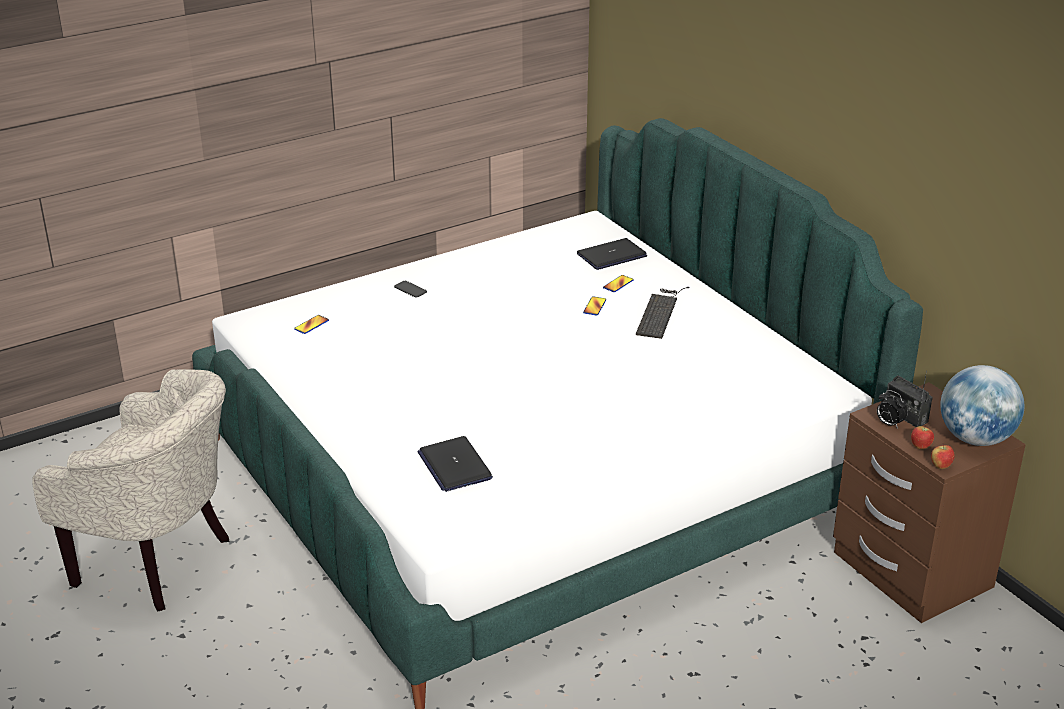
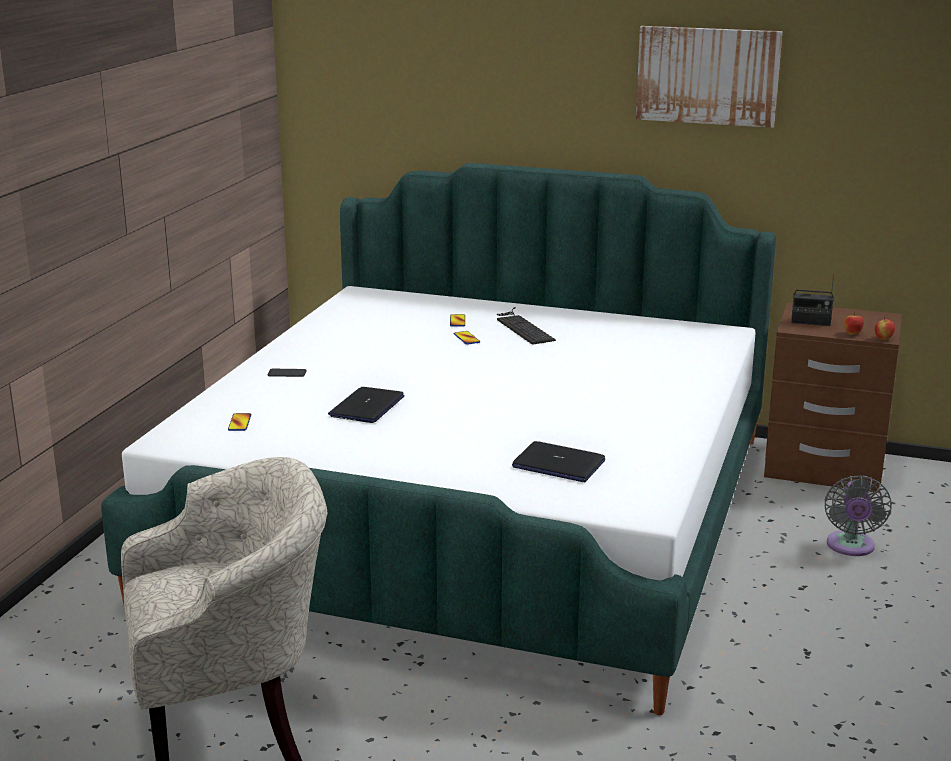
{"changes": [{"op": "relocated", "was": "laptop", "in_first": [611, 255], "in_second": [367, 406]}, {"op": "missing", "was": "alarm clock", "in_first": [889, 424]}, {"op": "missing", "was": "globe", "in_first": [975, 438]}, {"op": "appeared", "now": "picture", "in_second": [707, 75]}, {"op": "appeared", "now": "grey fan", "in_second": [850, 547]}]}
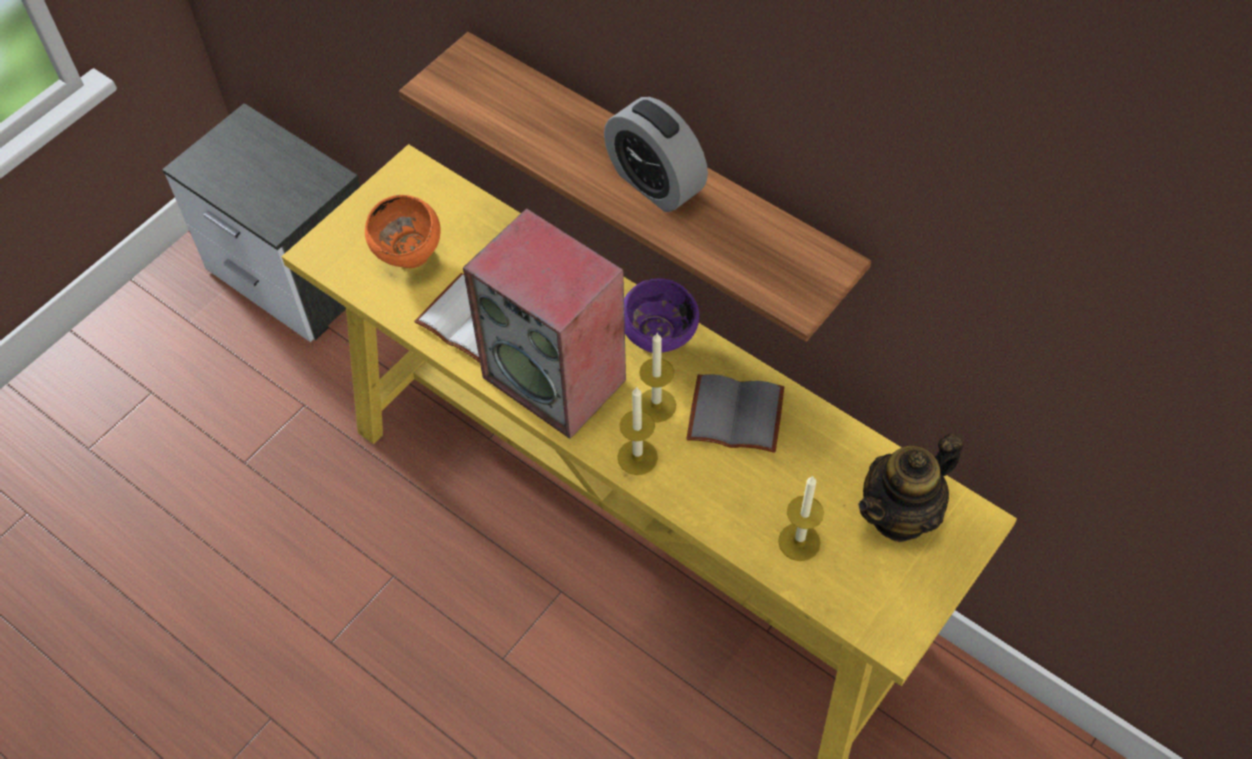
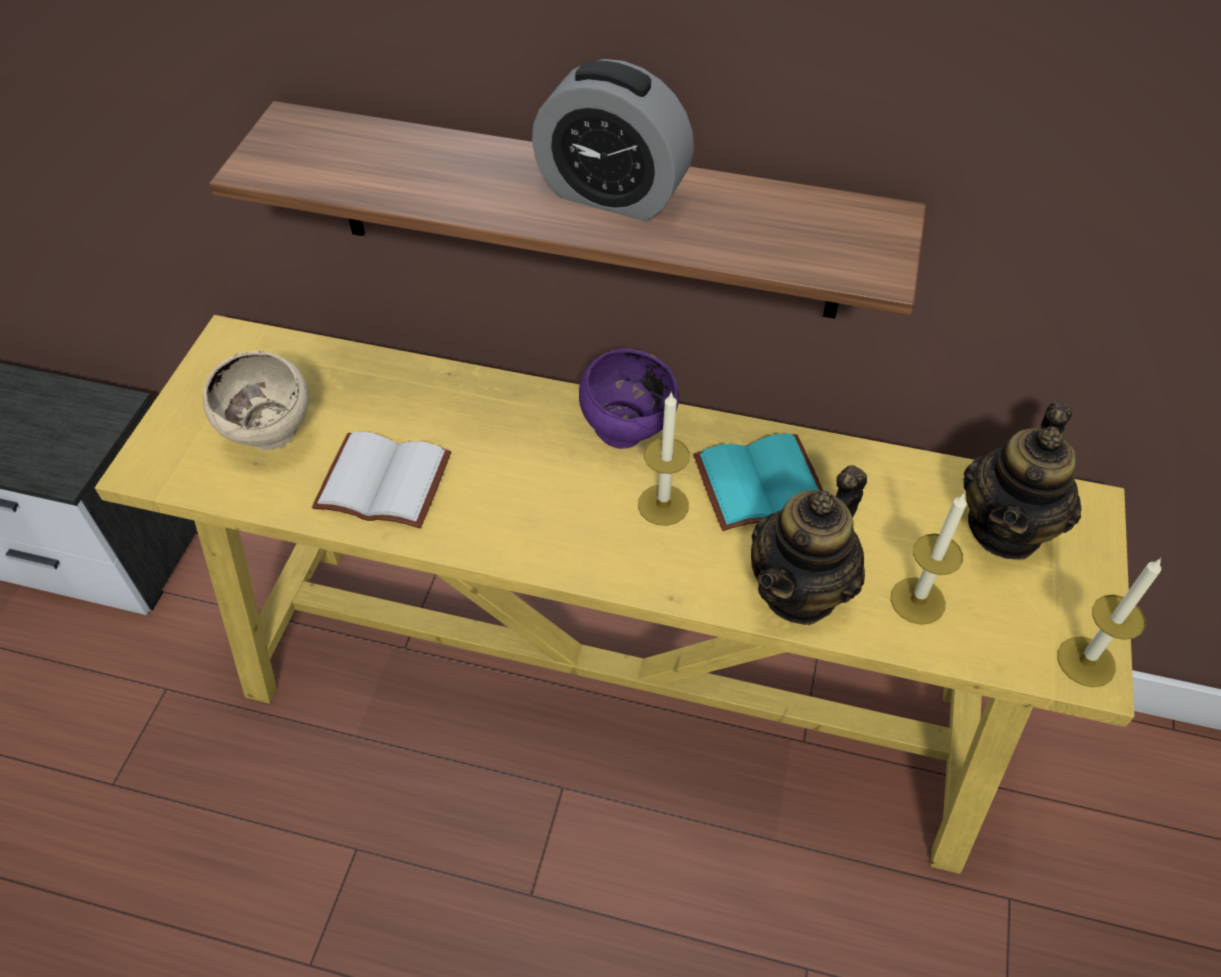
{"changes": [{"op": "colour", "was": "orange bowl", "now": "beige bowl", "in_first": [410, 258], "in_second": [273, 437]}, {"op": "missing", "was": "speaker", "in_first": [557, 378]}, {"op": "relocated", "was": "candle", "in_first": [637, 457], "in_second": [1086, 661]}, {"op": "colour", "was": "grey book", "now": "turquoise book", "in_first": [737, 413], "in_second": [761, 481]}, {"op": "appeared", "now": "teapot", "in_second": [800, 590]}]}
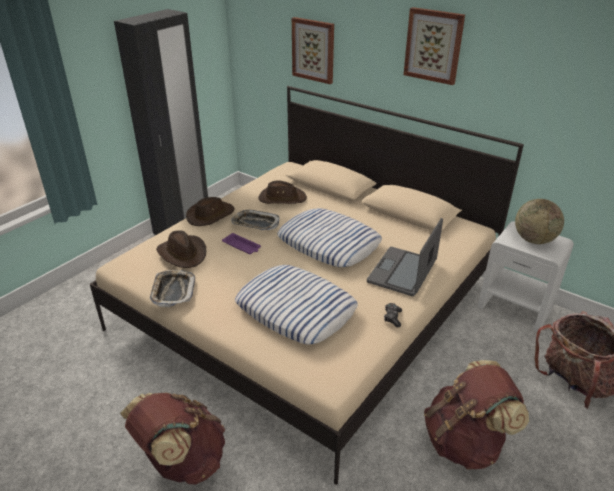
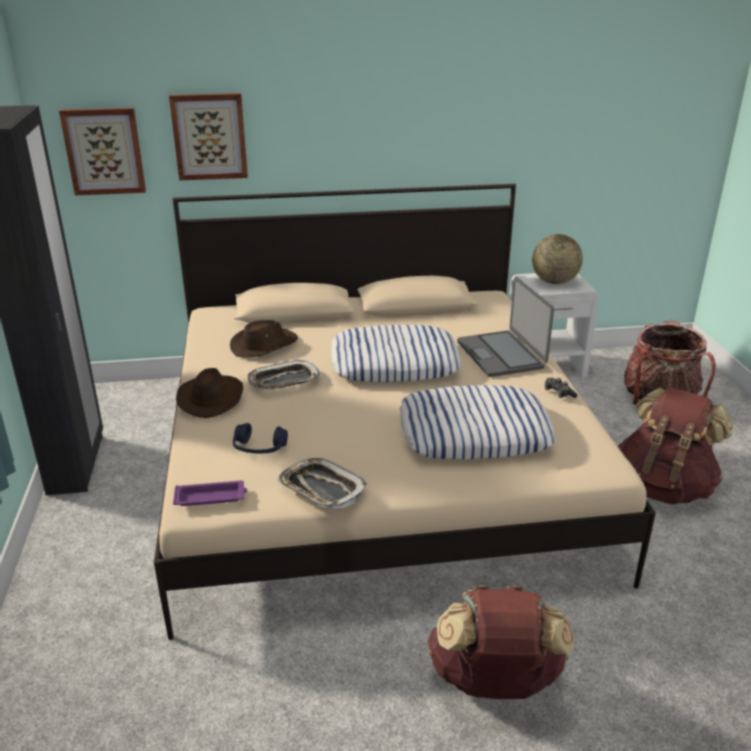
{"changes": [{"op": "exchanged", "was": "brown hat", "now": "blue headphones", "in_first": [183, 253], "in_second": [259, 448]}, {"op": "relocated", "was": "purple tray", "in_first": [242, 246], "in_second": [211, 497]}, {"op": "relocated", "was": "picture", "in_first": [433, 45], "in_second": [104, 151]}]}
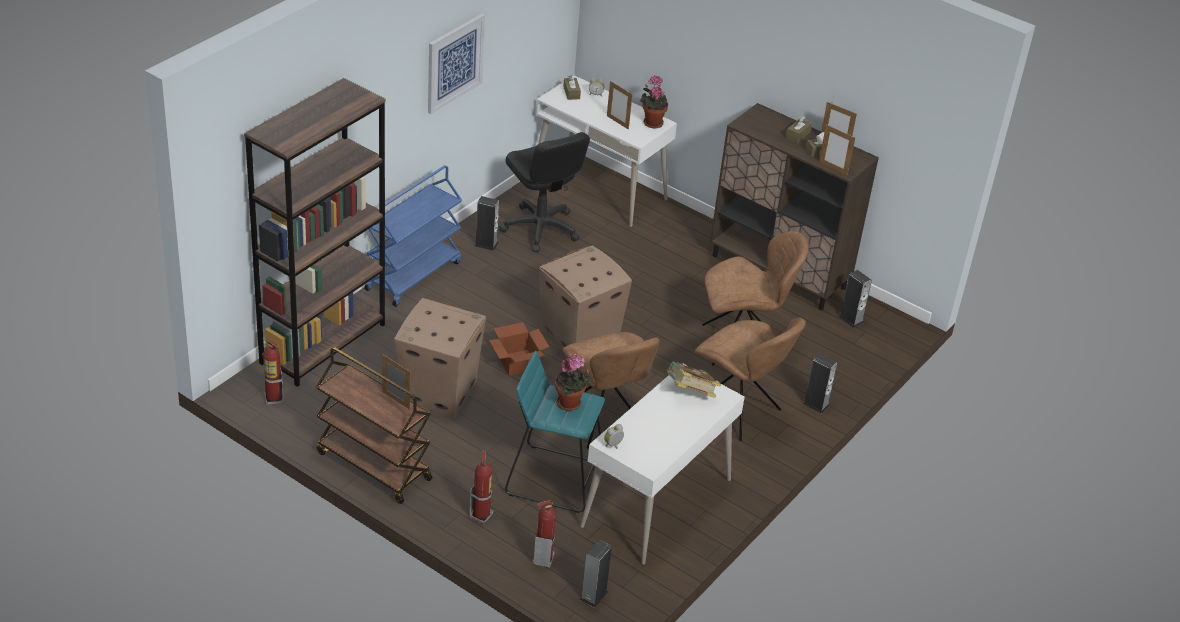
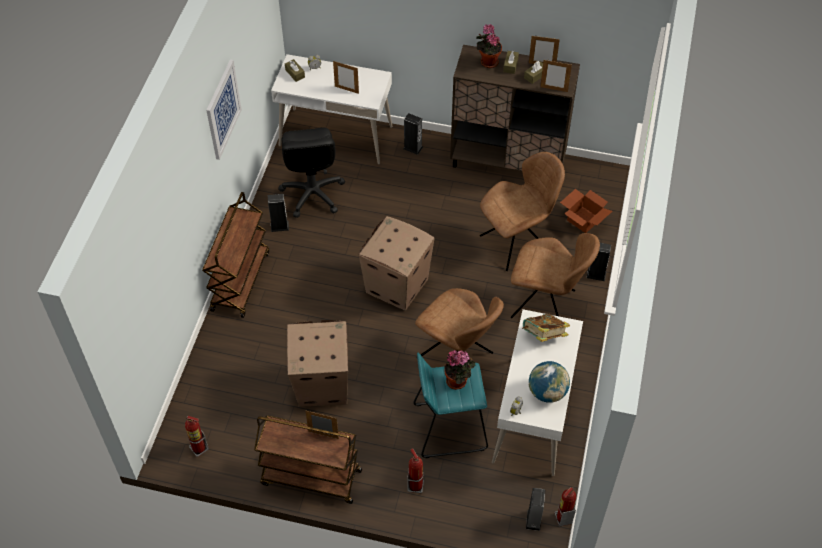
{"changes": [{"op": "missing", "was": "brown bookcase", "in_first": [323, 343]}, {"op": "colour", "was": "blue cart", "now": "brown cart", "in_first": [413, 275], "in_second": [240, 280]}, {"op": "relocated", "was": "cardboard box", "in_first": [518, 361], "in_second": [583, 219]}, {"op": "spun", "was": "black office chair", "in_first": [540, 228], "in_second": [312, 194], "clockwise": 45}, {"op": "relocated", "was": "fire extinguisher", "in_first": [542, 559], "in_second": [563, 518]}, {"op": "relocated", "was": "potted plant", "in_first": [652, 122], "in_second": [488, 61]}, {"op": "relocated", "was": "speaker", "in_first": [851, 319], "in_second": [413, 148]}, {"op": "appeared", "now": "globe", "in_second": [547, 392]}]}
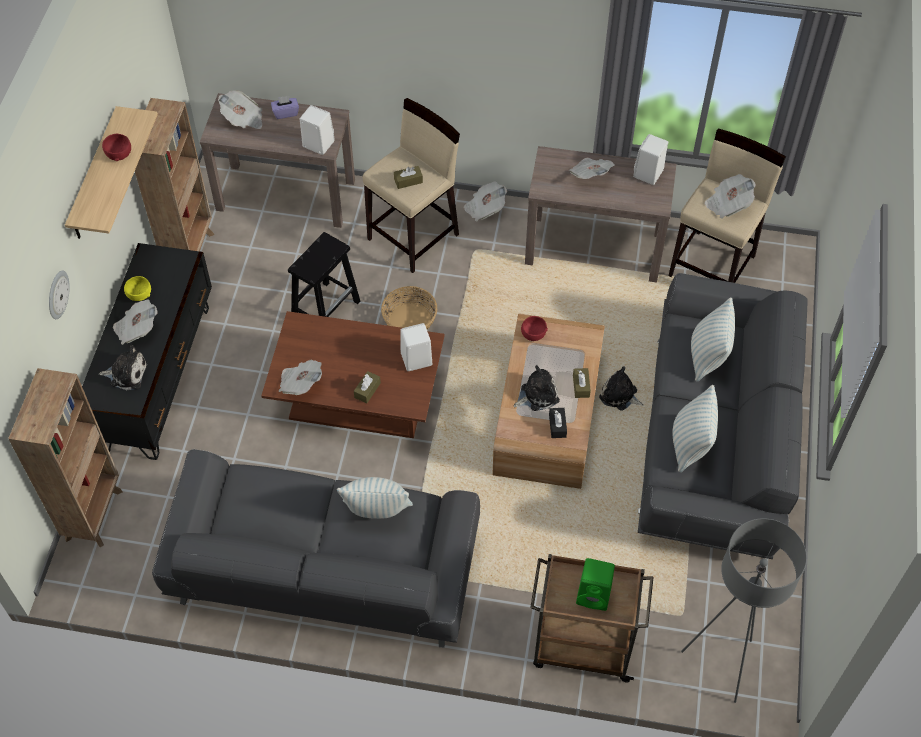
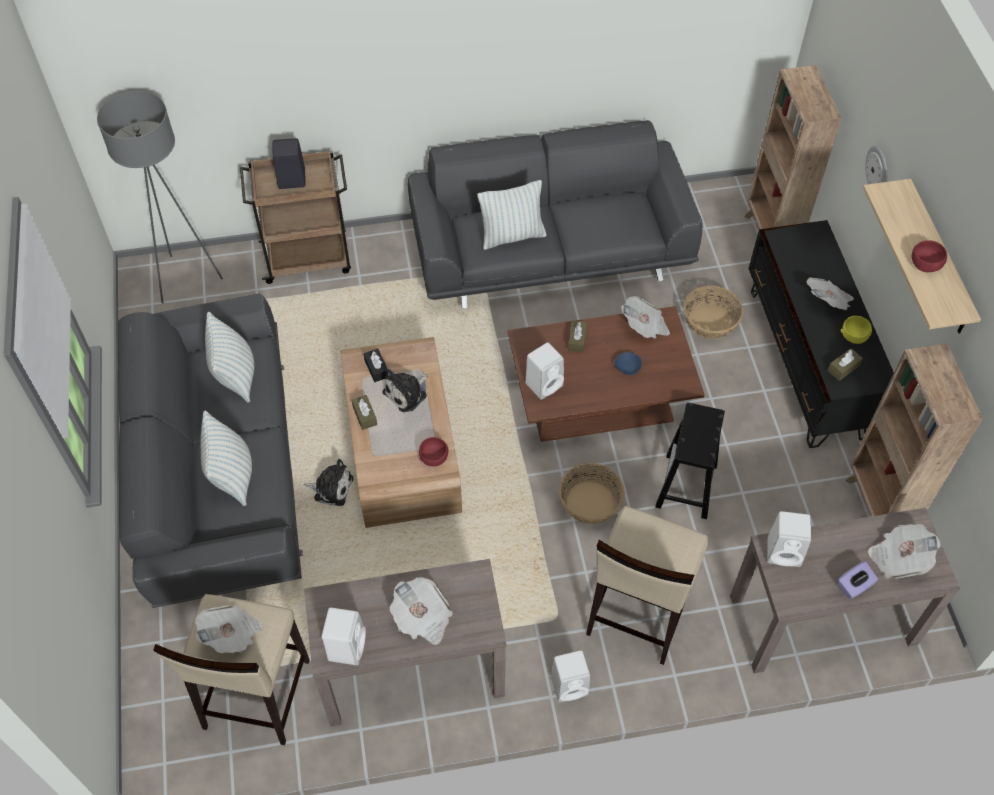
{"changes": [{"op": "missing", "was": "plush toy", "in_first": [126, 373]}, {"op": "relocated", "was": "brown tissue box", "in_first": [408, 181], "in_second": [843, 368]}, {"op": "exchanged", "was": "newspaper", "now": "white speaker", "in_first": [484, 208], "in_second": [570, 685]}, {"op": "colour", "was": "green speaker", "now": "black speaker", "in_first": [595, 595], "in_second": [290, 180]}, {"op": "appeared", "now": "blue bowl", "in_second": [627, 367]}, {"op": "appeared", "now": "basket", "in_second": [710, 321]}]}
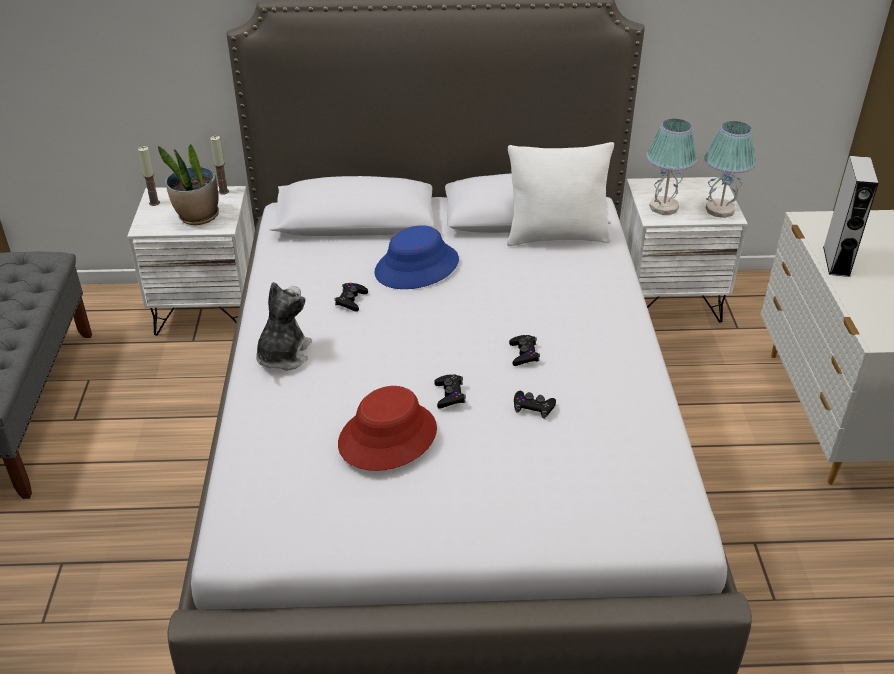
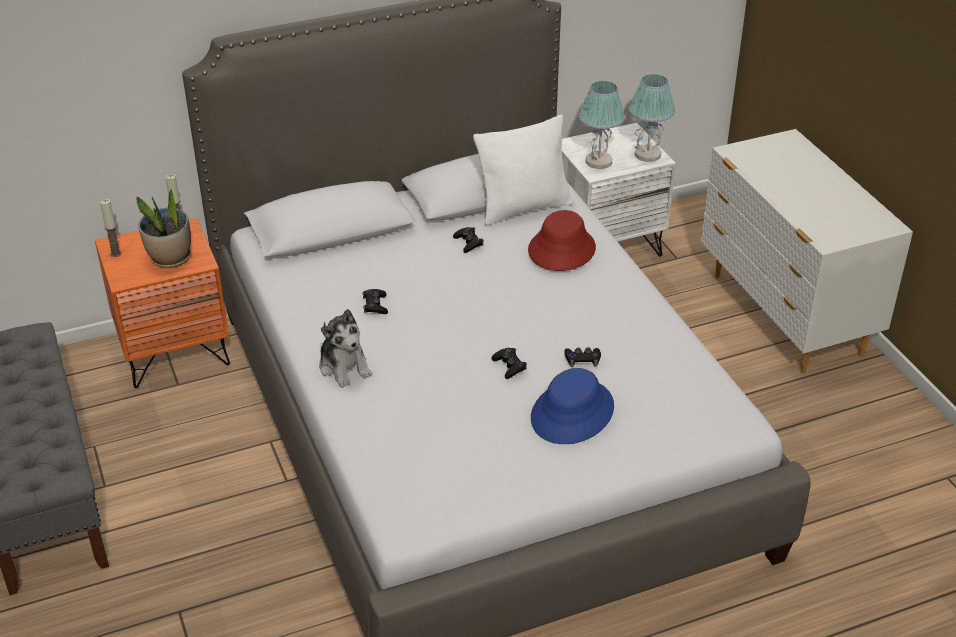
{"changes": [{"op": "colour", "was": "white nightstand", "now": "orange nightstand", "in_first": [207, 309], "in_second": [174, 351]}, {"op": "spun", "was": "plush toy", "in_first": [283, 355], "in_second": [344, 367], "clockwise": 150}, {"op": "relocated", "was": "red hat", "in_first": [387, 436], "in_second": [561, 249]}, {"op": "relocated", "was": "blue hat", "in_first": [417, 267], "in_second": [572, 413]}, {"op": "relocated", "was": "black game controller", "in_first": [524, 354], "in_second": [468, 242]}, {"op": "missing", "was": "grey speaker", "in_first": [836, 261]}]}
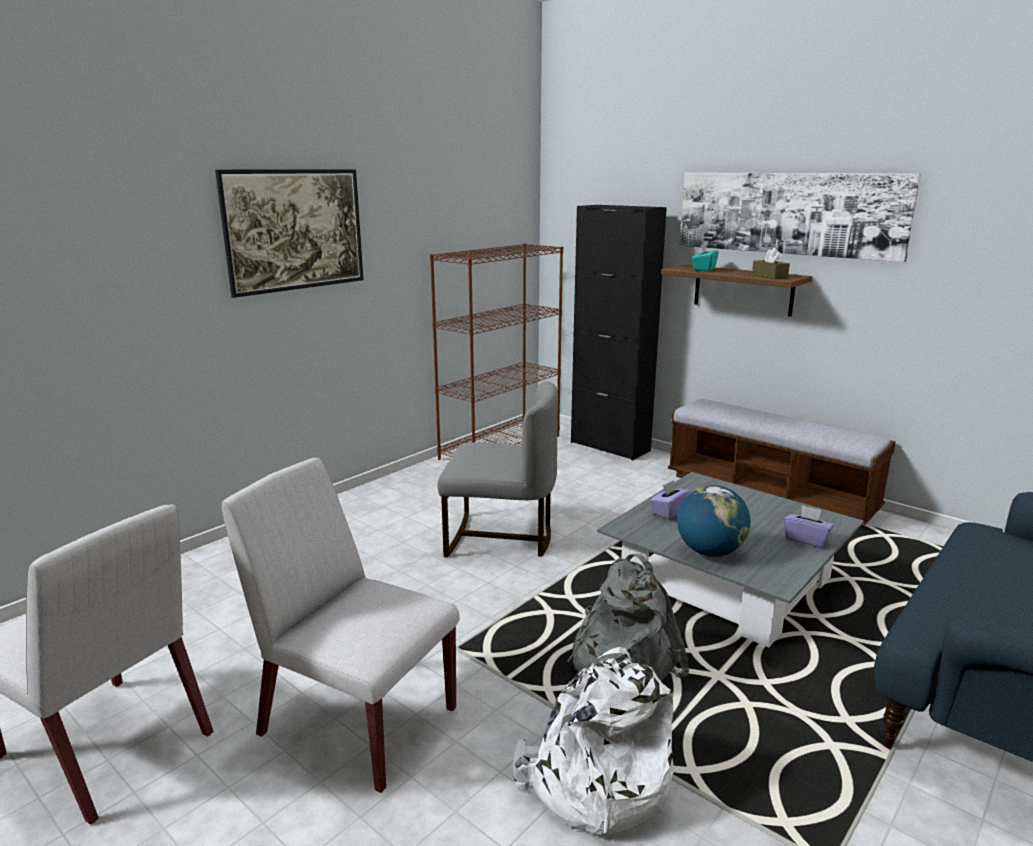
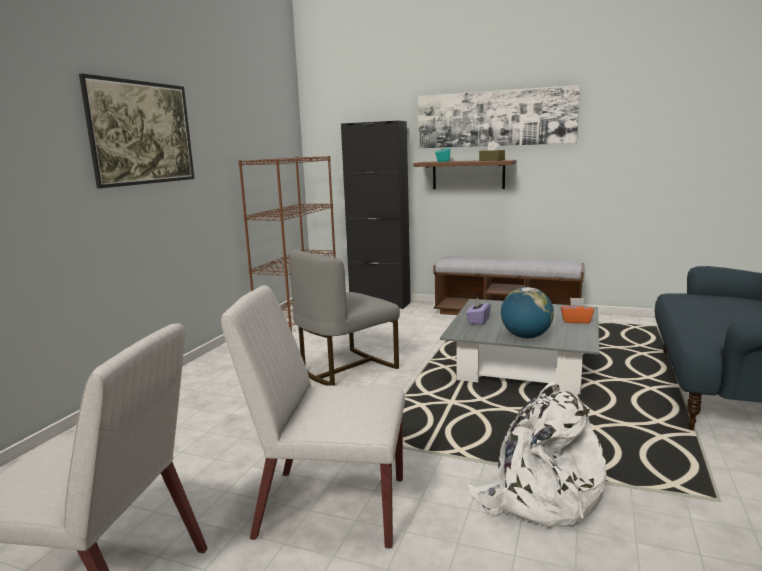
{"changes": [{"op": "spun", "was": "grey chair", "in_first": [500, 538], "in_second": [346, 368], "clockwise": 150}, {"op": "missing", "was": "grey backpack", "in_first": [622, 660]}, {"op": "colour", "was": "purple tissue box", "now": "orange tissue box", "in_first": [806, 539], "in_second": [576, 321]}]}
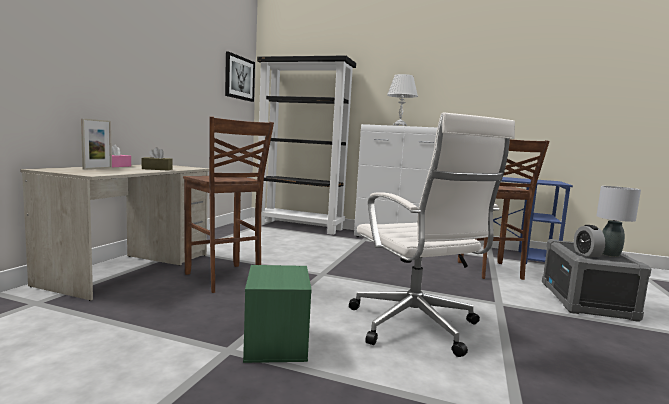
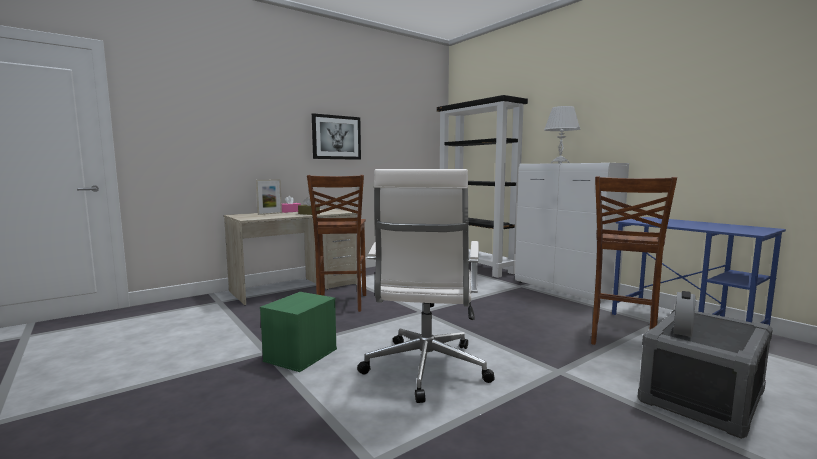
{"changes": [{"op": "relocated", "was": "picture", "in_first": [239, 78], "in_second": [336, 137]}, {"op": "missing", "was": "grey table lamp", "in_first": [609, 254]}]}
